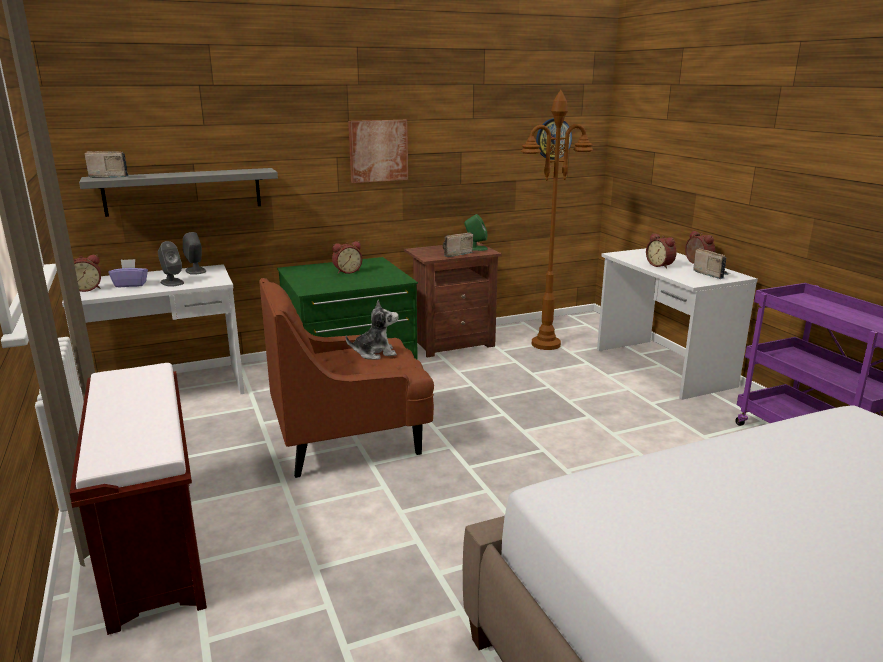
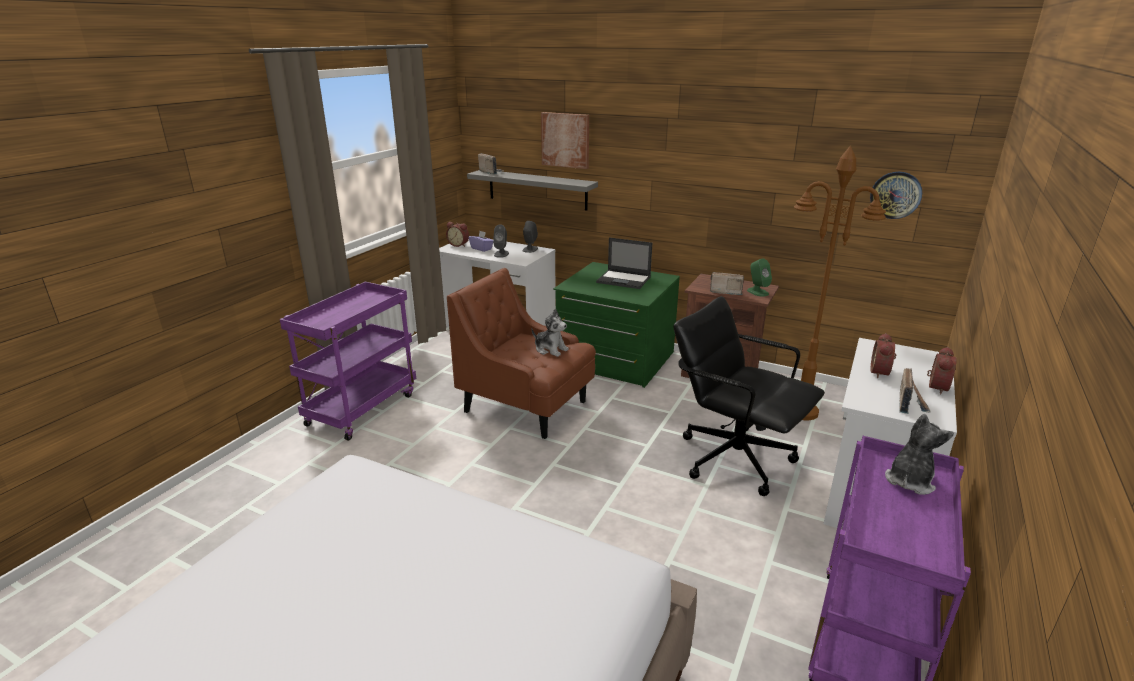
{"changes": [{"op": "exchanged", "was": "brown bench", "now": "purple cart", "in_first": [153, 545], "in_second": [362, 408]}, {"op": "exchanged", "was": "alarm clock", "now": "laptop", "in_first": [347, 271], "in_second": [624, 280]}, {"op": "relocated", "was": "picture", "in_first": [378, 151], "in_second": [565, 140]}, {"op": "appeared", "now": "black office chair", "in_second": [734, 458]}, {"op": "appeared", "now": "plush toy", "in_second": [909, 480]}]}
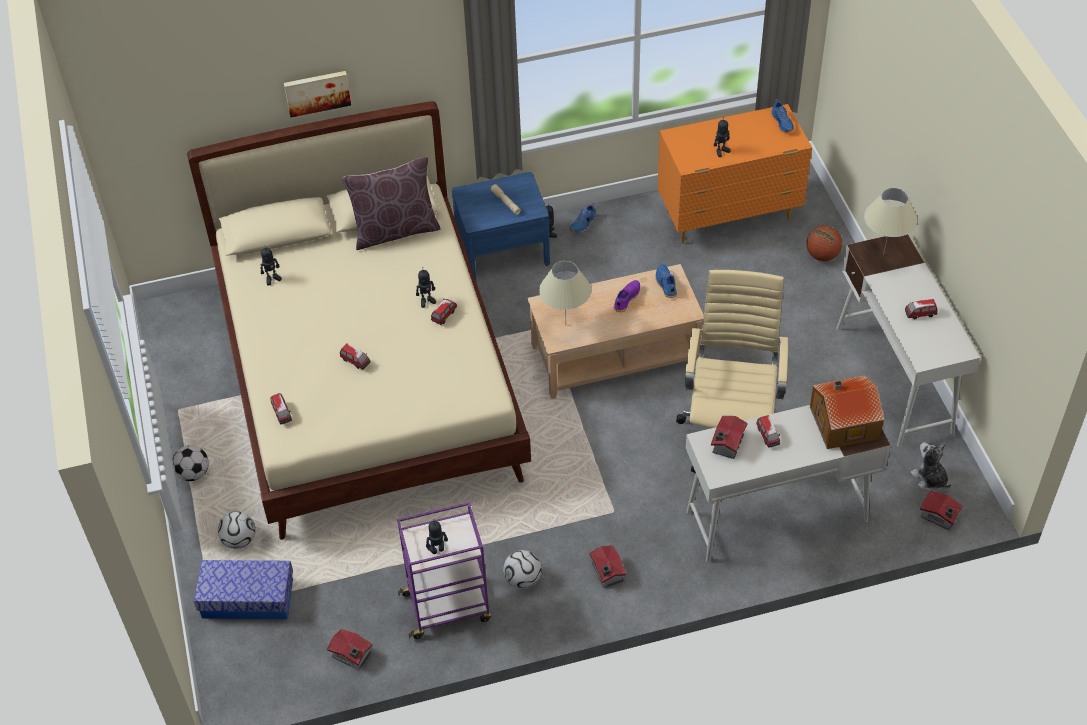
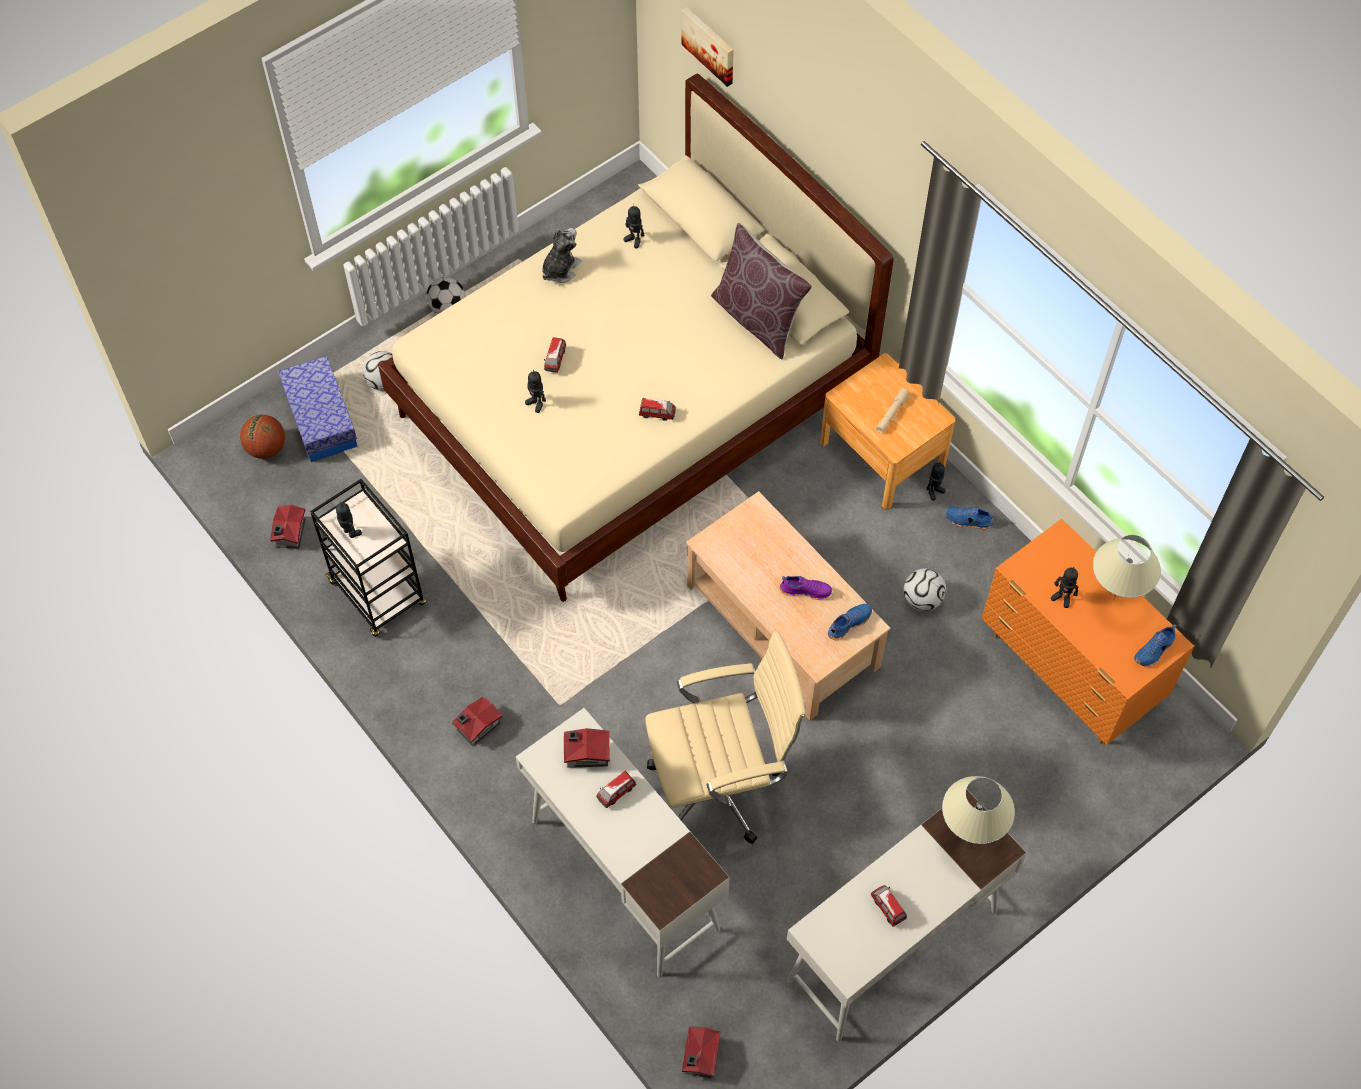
{"changes": [{"op": "missing", "was": "toy car", "in_first": [282, 413]}, {"op": "relocated", "was": "picture", "in_first": [317, 92], "in_second": [709, 45]}, {"op": "colour", "was": "purple cart", "now": "black cart", "in_first": [448, 606], "in_second": [378, 594]}, {"op": "relocated", "was": "toy robot", "in_first": [426, 301], "in_second": [536, 403]}, {"op": "colour", "was": "blue nightstand", "now": "brown nightstand", "in_first": [502, 250], "in_second": [882, 455]}, {"op": "relocated", "was": "football", "in_first": [522, 579], "in_second": [922, 599]}, {"op": "relocated", "was": "beige table lamp", "in_first": [566, 325], "in_second": [1113, 600]}, {"op": "relocated", "was": "basketball", "in_first": [822, 255], "in_second": [266, 448]}, {"op": "missing", "was": "toy house", "in_first": [842, 422]}, {"op": "relocated", "was": "plush toy", "in_first": [929, 479], "in_second": [560, 269]}]}
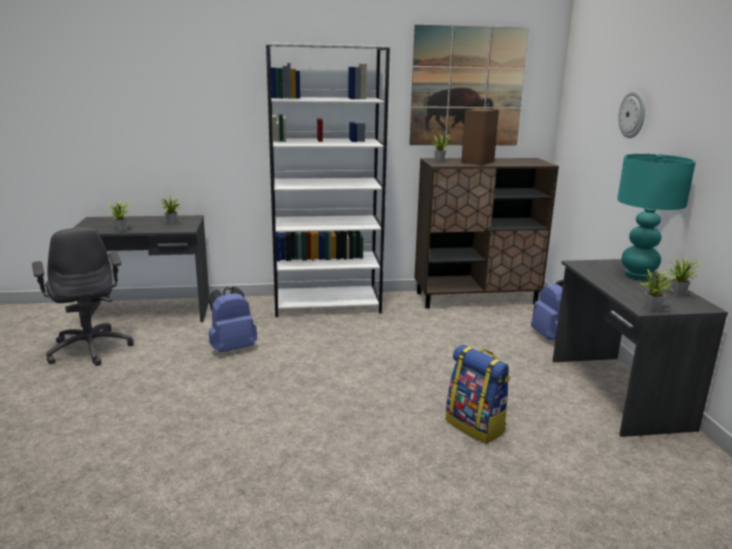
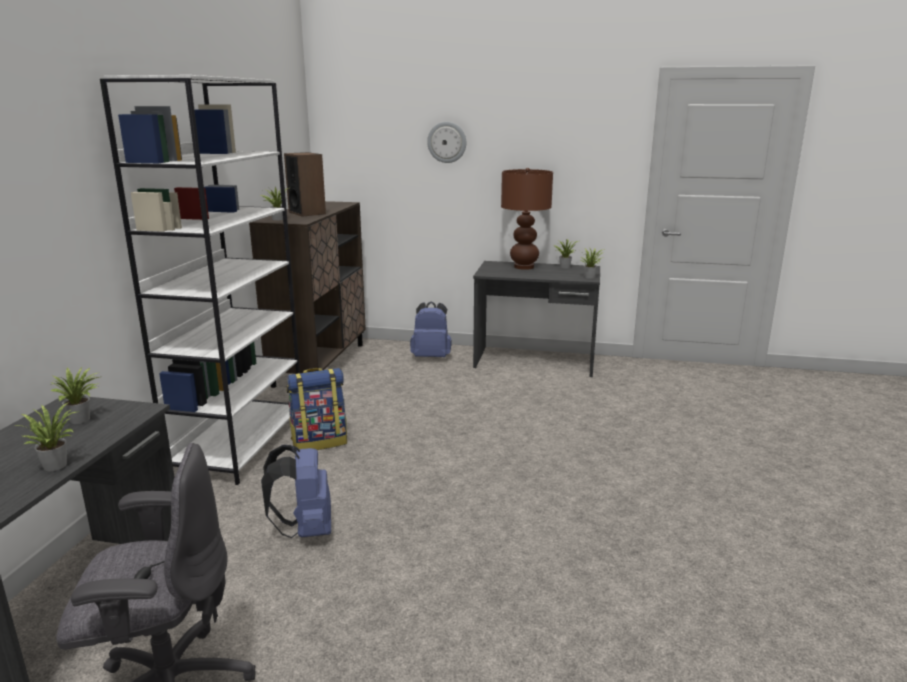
{"changes": [{"op": "missing", "was": "picture", "in_first": [467, 87]}, {"op": "relocated", "was": "backpack", "in_first": [476, 426], "in_second": [320, 441]}, {"op": "colour", "was": "turquoise table lamp", "now": "brown table lamp", "in_first": [637, 276], "in_second": [523, 267]}]}
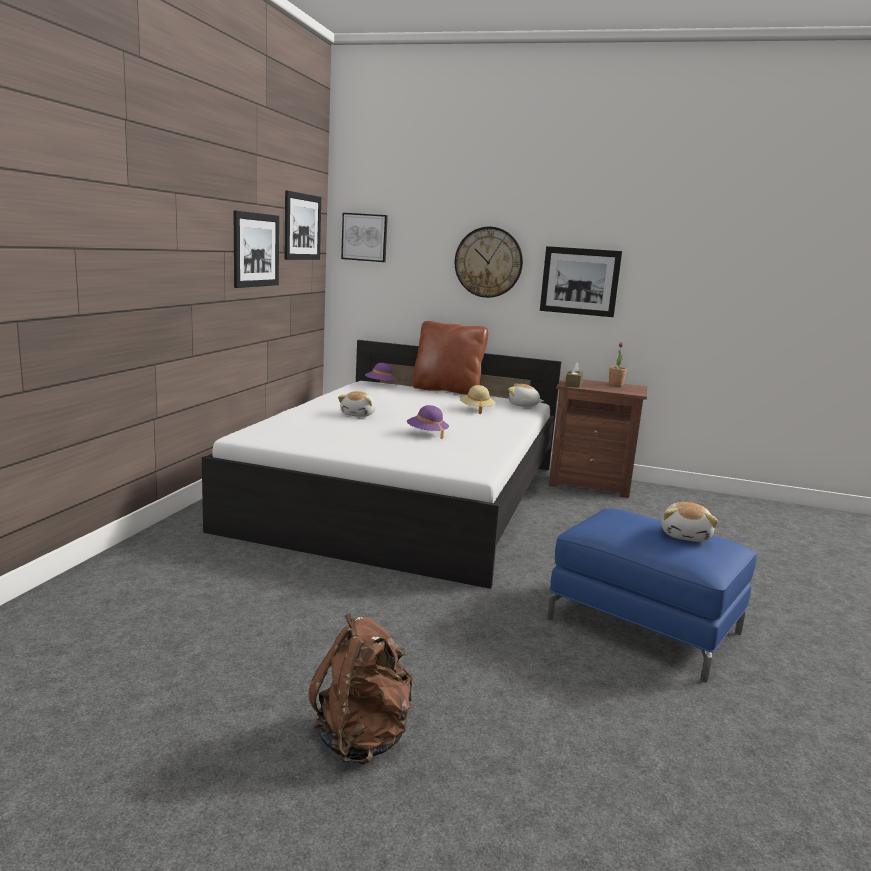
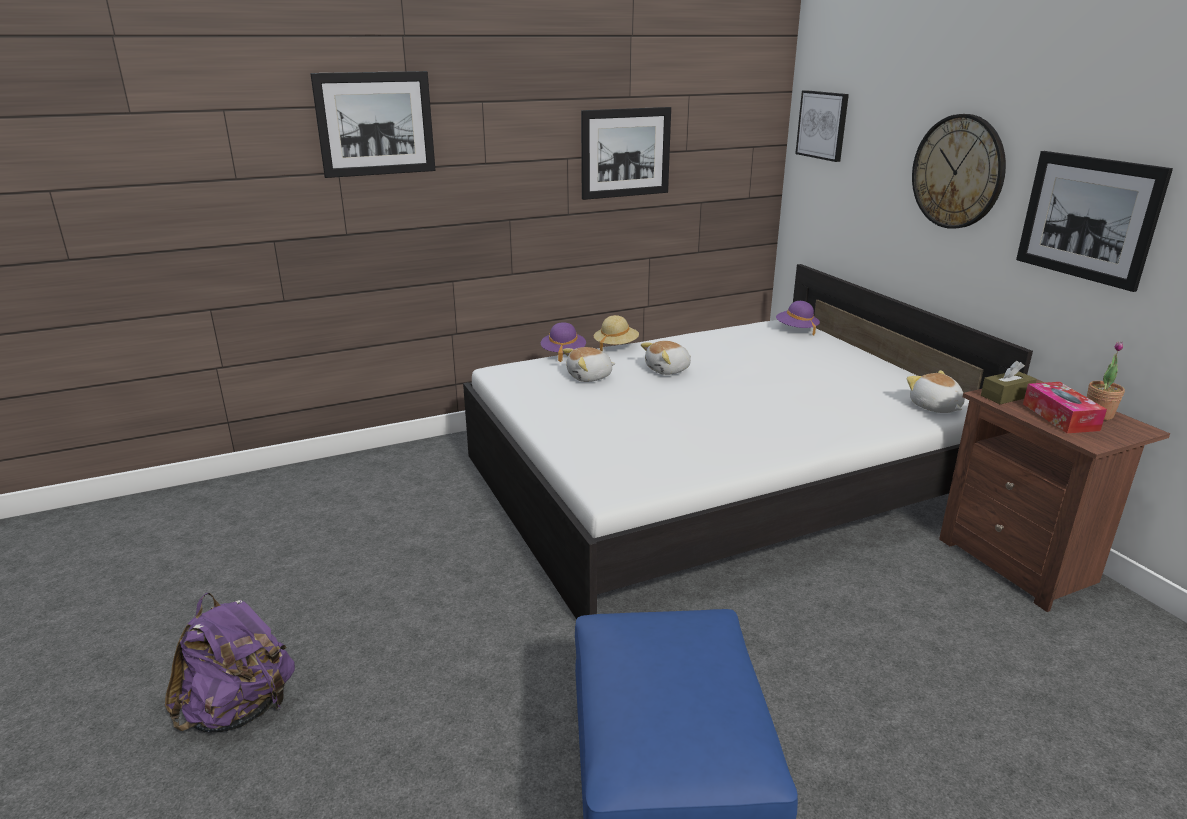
{"changes": [{"op": "relocated", "was": "picture", "in_first": [302, 227], "in_second": [375, 124]}, {"op": "colour", "was": "brown backpack", "now": "purple backpack", "in_first": [363, 737], "in_second": [240, 710]}, {"op": "relocated", "was": "purple hat", "in_first": [427, 434], "in_second": [563, 353]}, {"op": "missing", "was": "brown pillow", "in_first": [447, 390]}, {"op": "relocated", "was": "beige hat", "in_first": [476, 410], "in_second": [616, 346]}, {"op": "relocated", "was": "plush toy", "in_first": [686, 536], "in_second": [590, 377]}, {"op": "appeared", "now": "tissue box", "in_second": [1060, 417]}]}
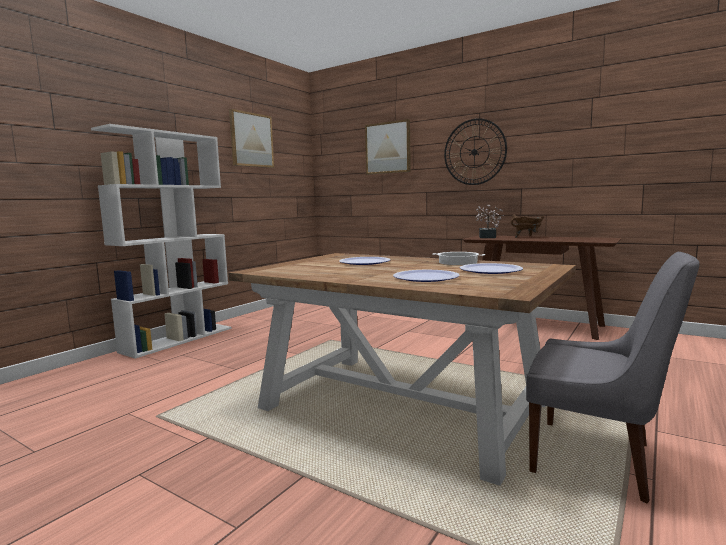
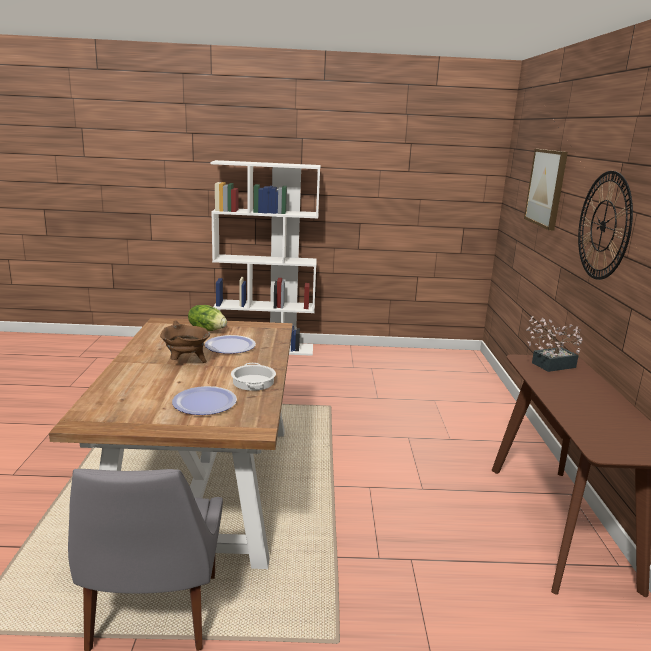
{"changes": [{"op": "missing", "was": "picture", "in_first": [251, 140]}, {"op": "missing", "was": "plate", "in_first": [426, 277]}, {"op": "relocated", "was": "brown cooking pot", "in_first": [527, 237], "in_second": [186, 362]}, {"op": "appeared", "now": "lettuce", "in_second": [207, 329]}]}
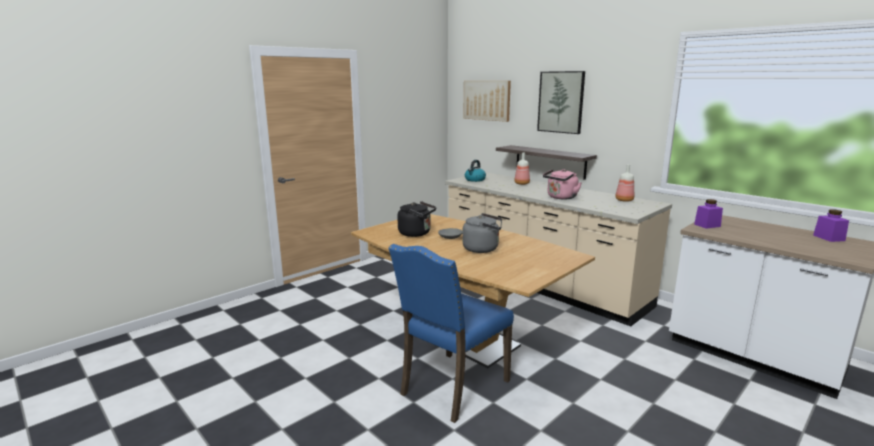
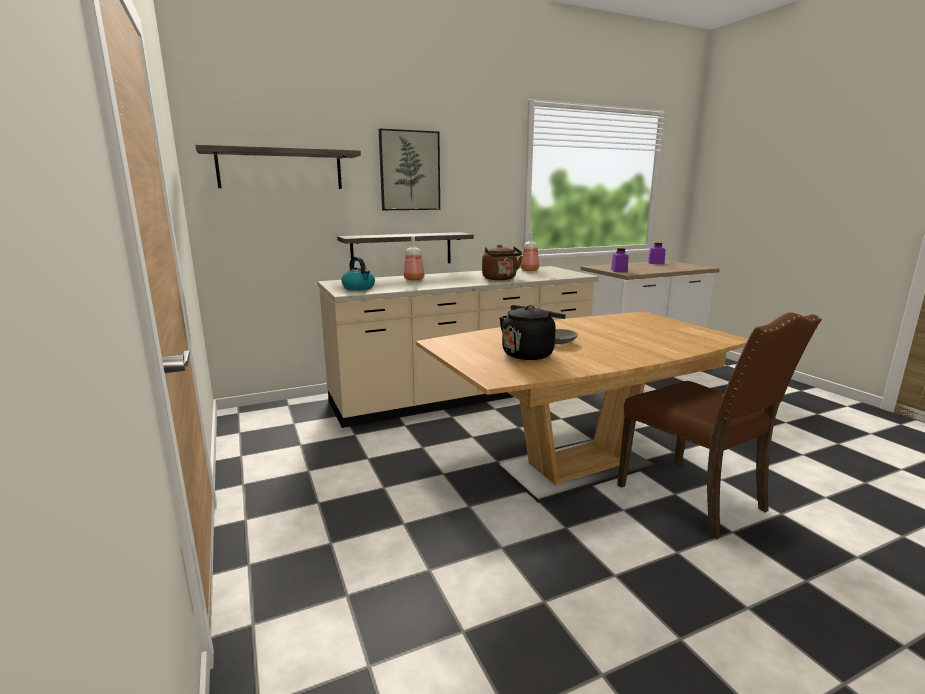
{"changes": [{"op": "colour", "was": "blue chair", "now": "brown chair", "in_first": [452, 387], "in_second": [695, 498]}, {"op": "missing", "was": "grey kettle", "in_first": [483, 249]}, {"op": "exchanged", "was": "picture", "now": "shelf", "in_first": [487, 100], "in_second": [280, 169]}, {"op": "colour", "was": "pink kettle", "now": "brown kettle", "in_first": [560, 197], "in_second": [500, 279]}]}
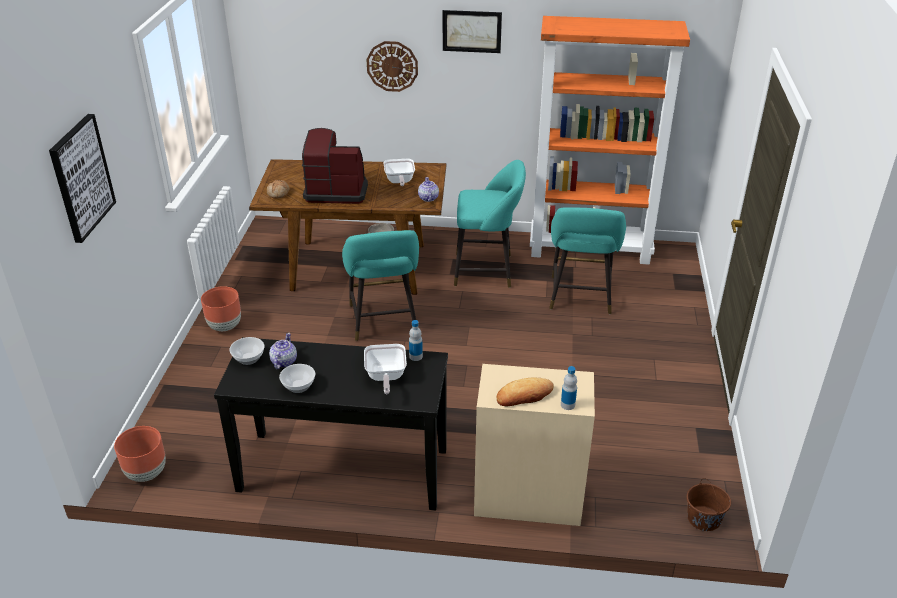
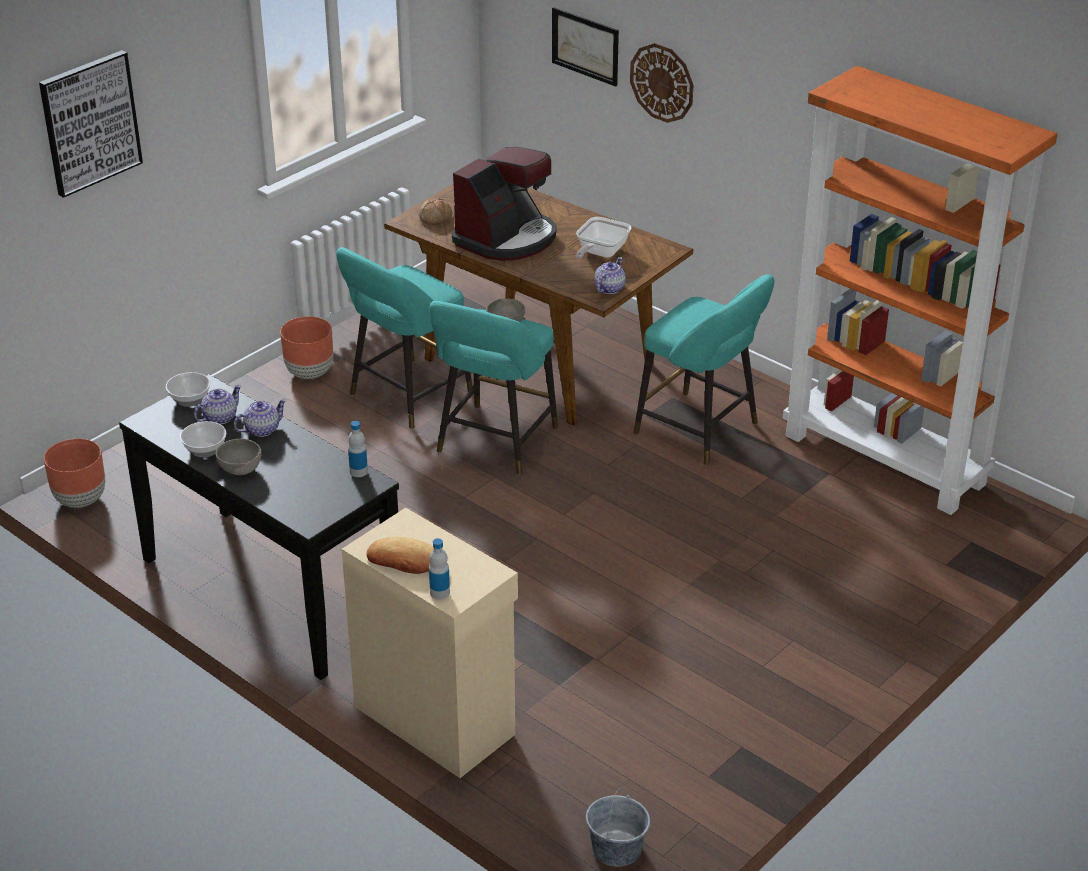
{"changes": [{"op": "spun", "was": "coffee machine", "in_first": [336, 191], "in_second": [507, 238], "clockwise": 90}, {"op": "missing", "was": "frying pan", "in_first": [385, 377]}, {"op": "relocated", "was": "picture", "in_first": [471, 31], "in_second": [585, 46]}, {"op": "relocated", "was": "turquoise stool", "in_first": [580, 298], "in_second": [406, 396]}, {"op": "colour", "was": "brown bucket", "now": "grey bucket", "in_first": [704, 519], "in_second": [616, 849]}, {"op": "appeared", "now": "grey bowl", "in_second": [240, 470]}, {"op": "appeared", "now": "teapot", "in_second": [261, 430]}]}
